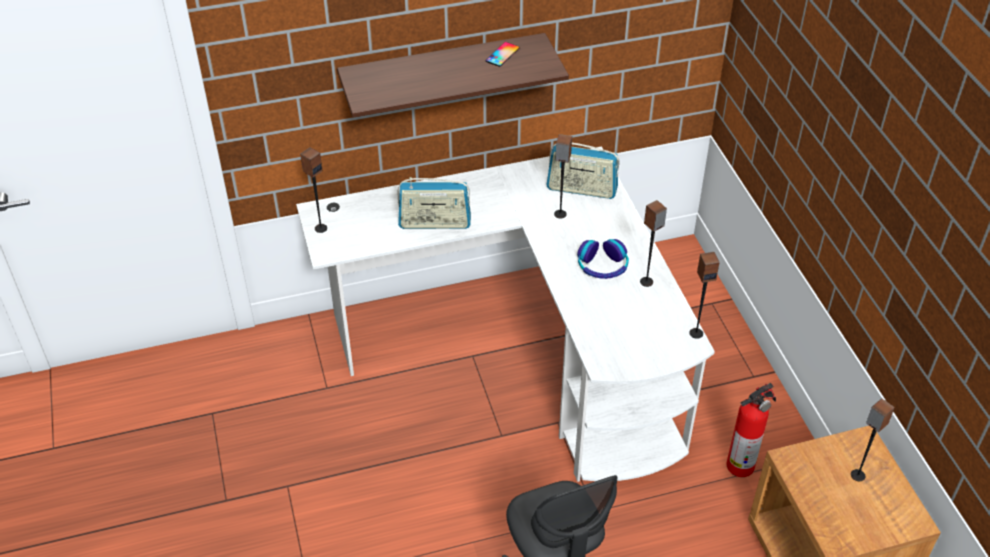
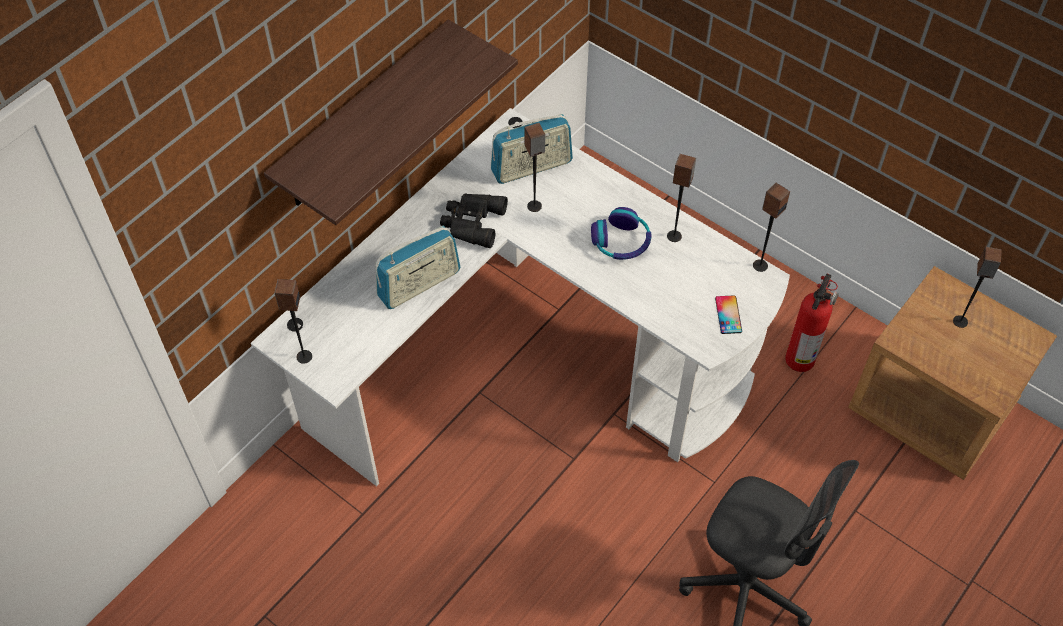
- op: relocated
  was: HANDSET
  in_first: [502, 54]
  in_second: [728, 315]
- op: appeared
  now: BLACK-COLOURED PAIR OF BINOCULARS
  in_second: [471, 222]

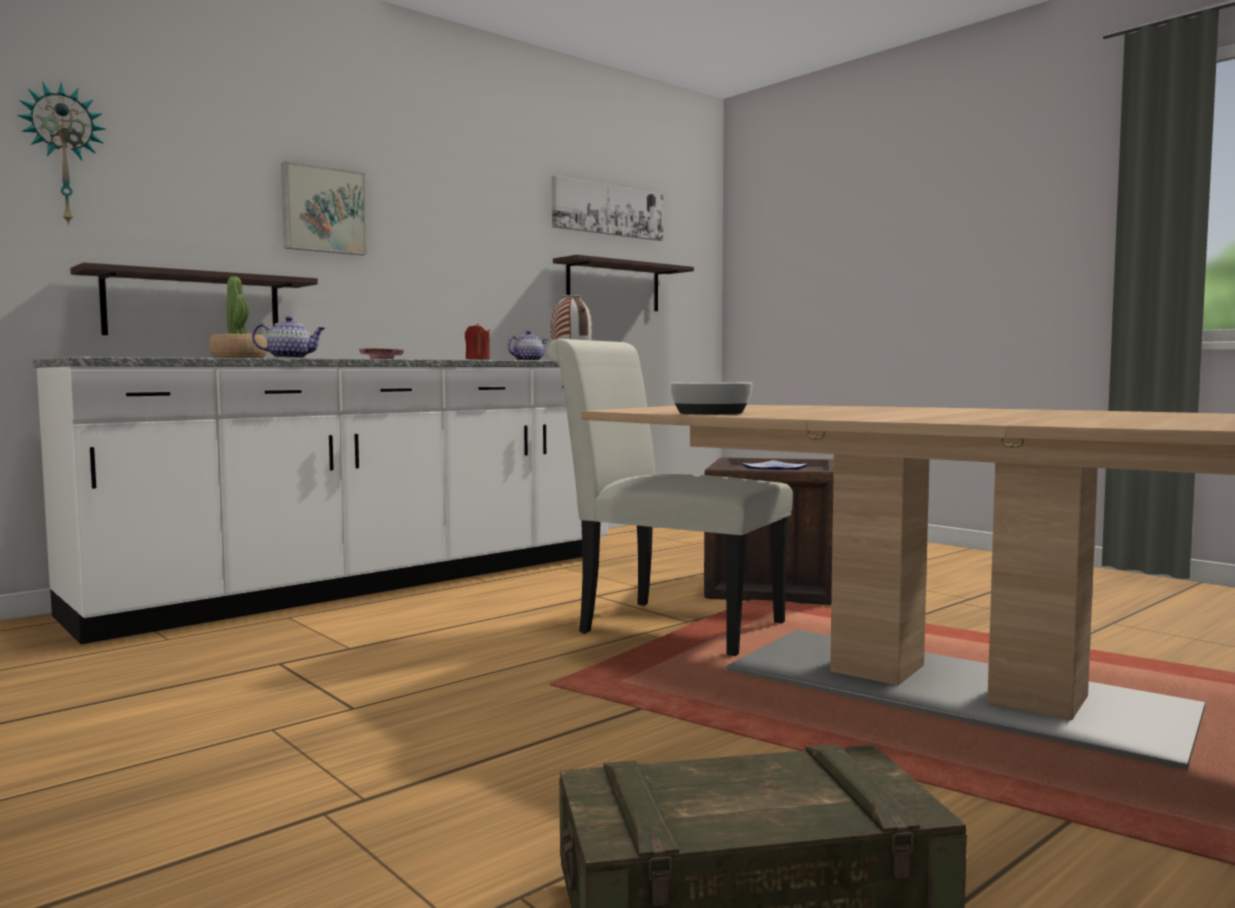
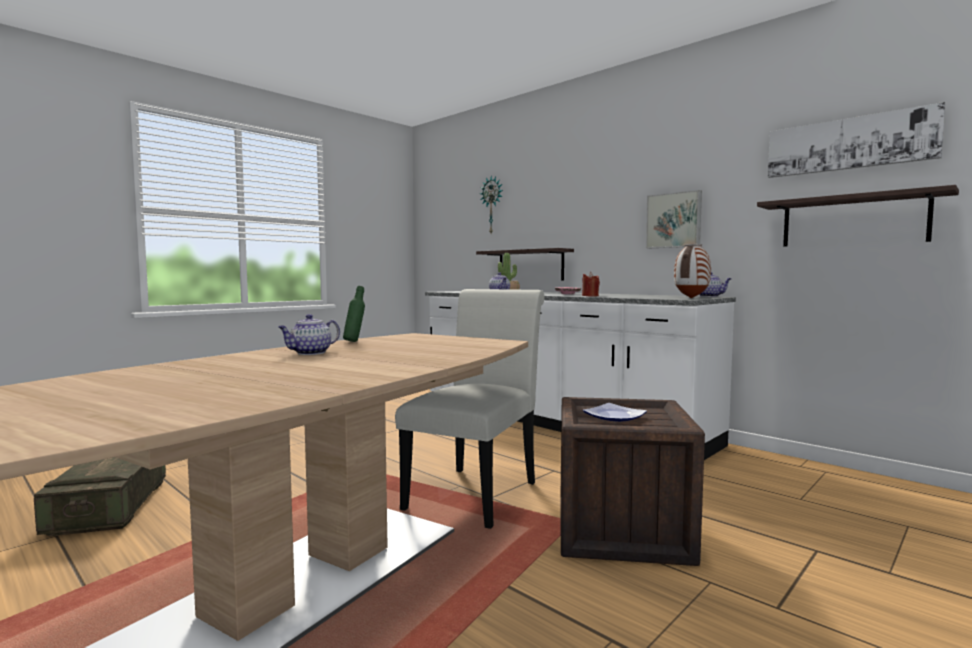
- op: relocated
  was: WALL PICTURE
  in_first: [323, 210]
  in_second: [674, 220]
- op: exchanged
  was: DEEP DISH
  now: GREEN-COLOURED BOTTLE
  in_first: [710, 413]
  in_second: [355, 341]
- op: appeared
  now: POT FOR TEA
  in_second: [310, 353]

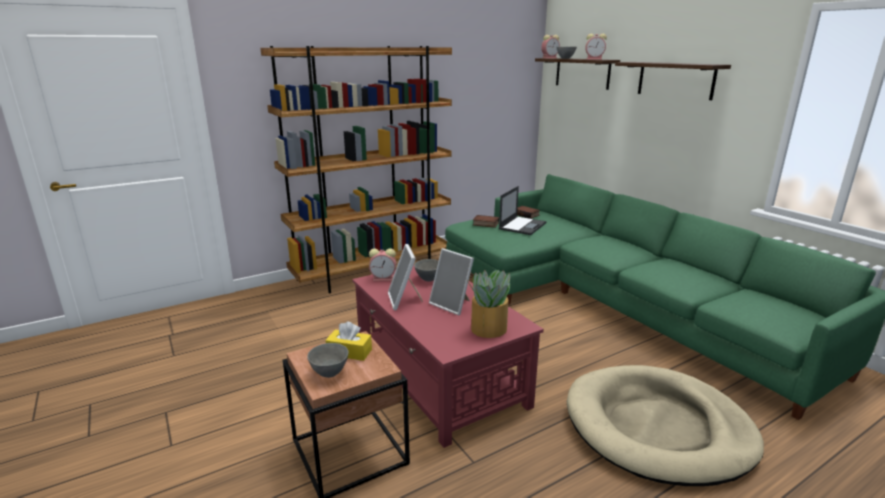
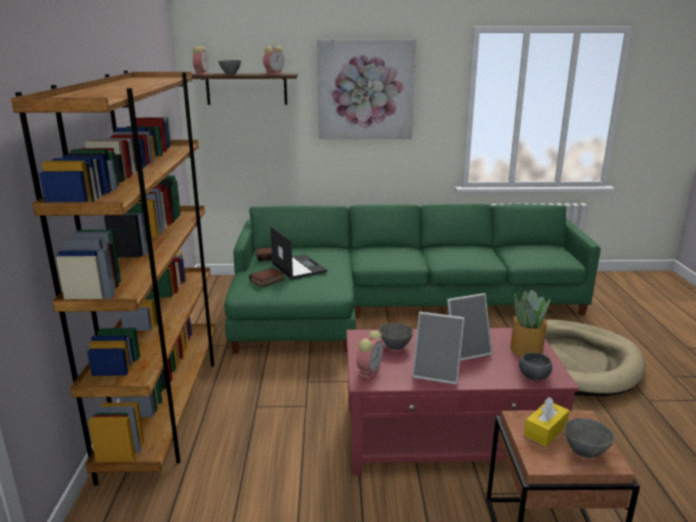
- op: exchanged
  was: BRACKET SHELF
  now: WALL PICTURE
  in_first: [675, 80]
  in_second: [365, 90]
- op: appeared
  now: GREY DEEP DISH
  in_second: [534, 377]

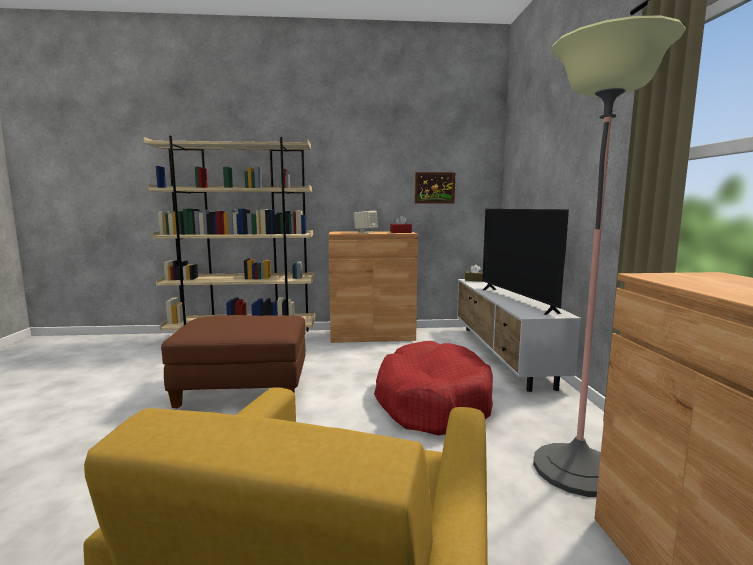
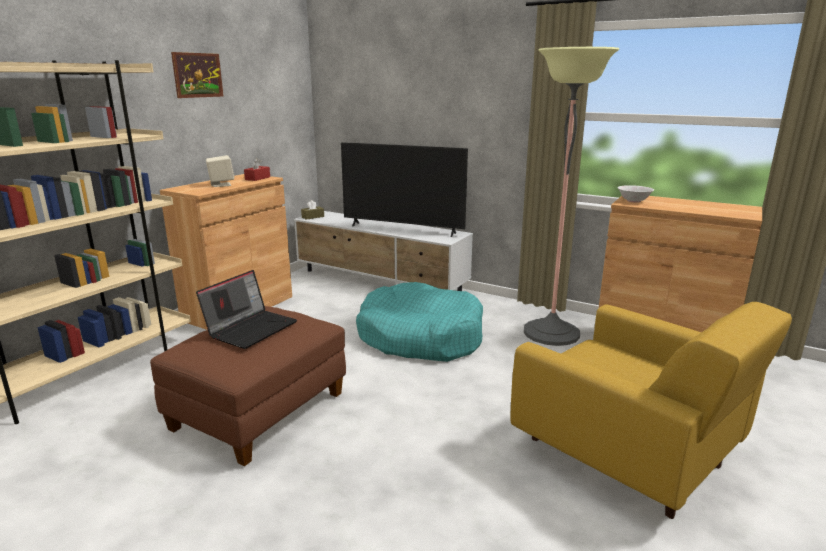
- op: colour
  was: RED DOG BED
  now: TURQUOISE-COLOURED DOG BED
  in_first: [432, 402]
  in_second: [420, 337]
- op: relocated
  was: WALL PICTURE
  in_first: [434, 188]
  in_second: [197, 75]
- op: appeared
  now: NOTEBOOK COMPUTER
  in_second: [251, 328]
- op: appeared
  now: WHITE DEEP DISH
  in_second: [633, 201]

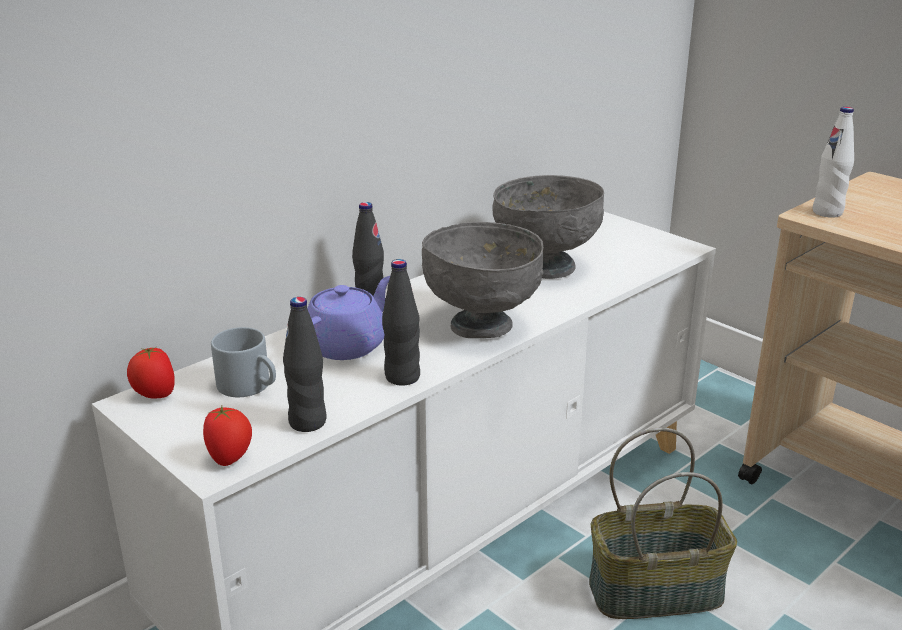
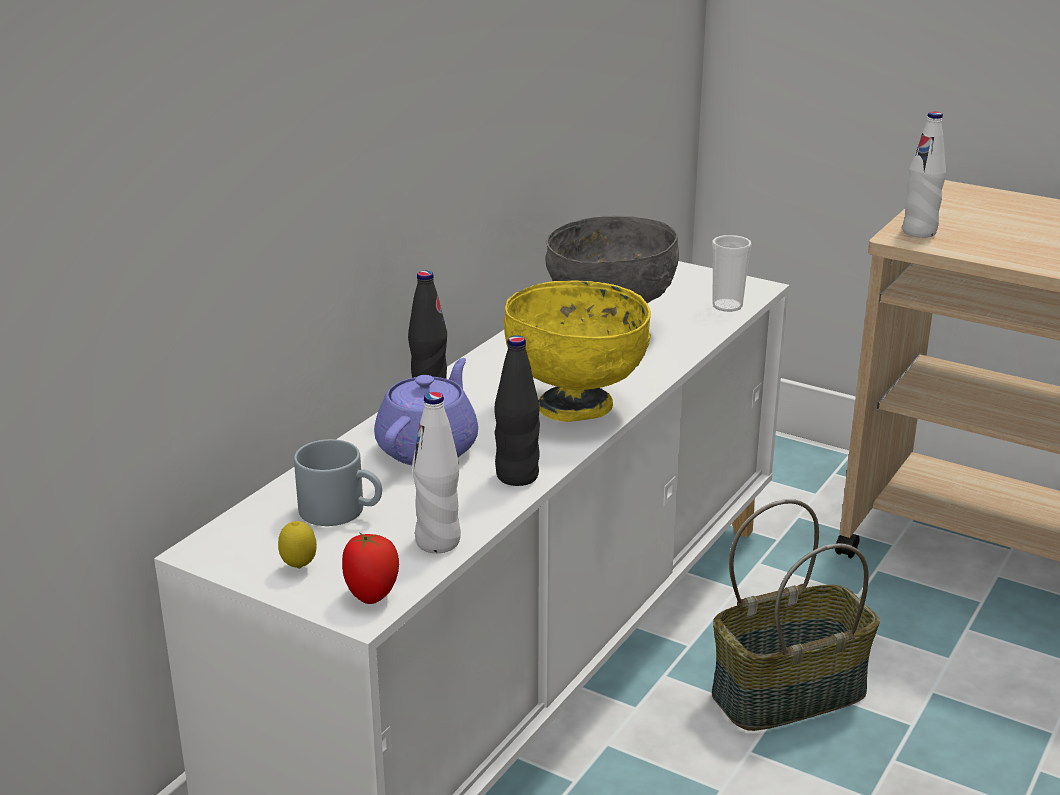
- op: missing
  was: WHOLE TOMATO
  in_first: [154, 395]
- op: colour
  was: BLACK-COLOURED BOTTLE
  now: WHITE BOTTLE
  in_first: [308, 422]
  in_second: [438, 542]
- op: colour
  was: GREY DEEP DISH
  now: YELLOW-COLOURED DEEP DISH
  in_first: [482, 327]
  in_second: [576, 407]
- op: appeared
  now: CITRUS FRUIT
  in_second: [299, 567]
- op: appeared
  now: SMALL CUP
  in_second: [727, 306]

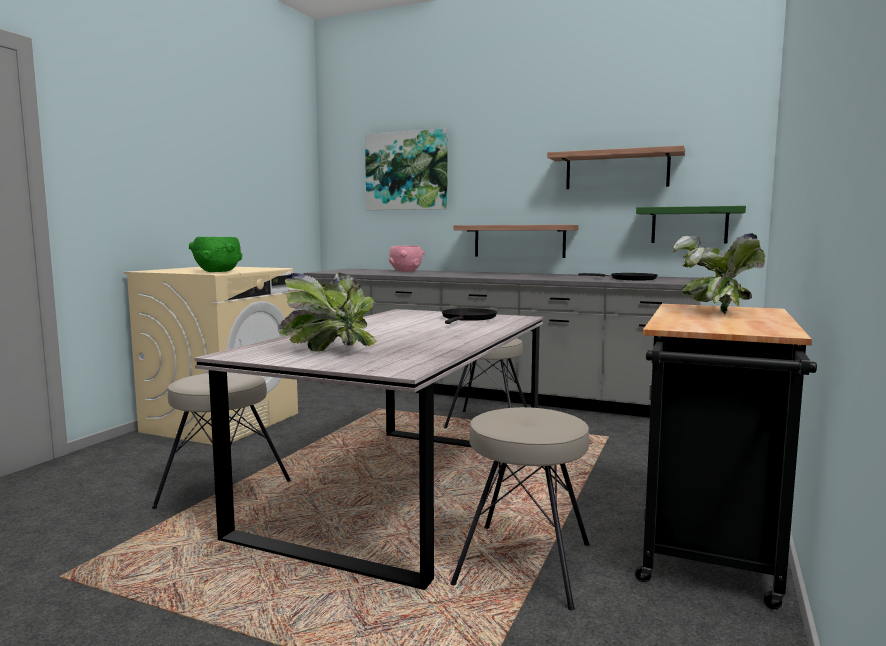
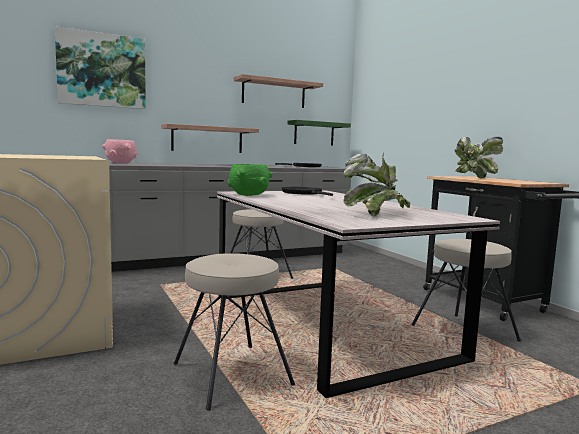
- op: relocated
  was: GREEN-COLOURED DEEP DISH
  in_first: [218, 272]
  in_second: [249, 195]

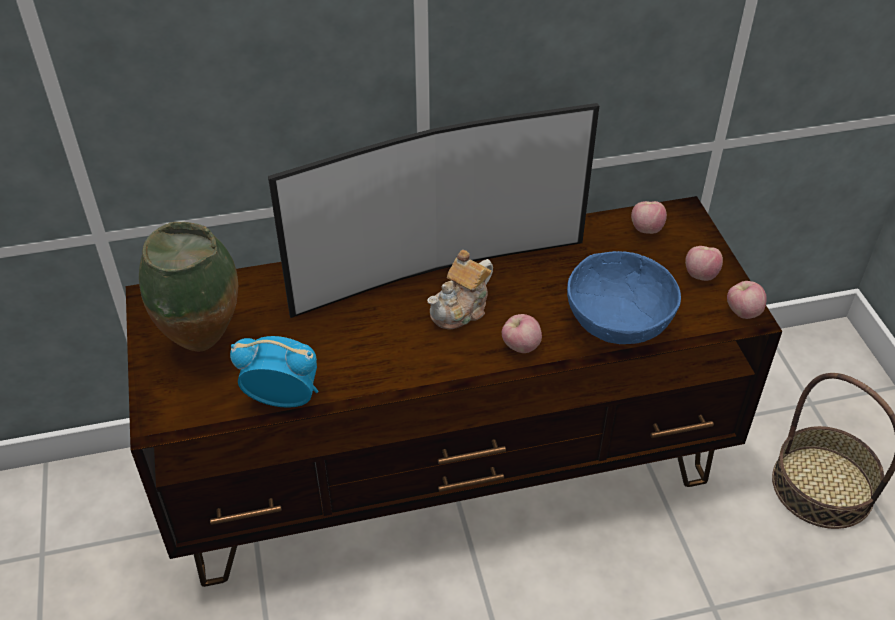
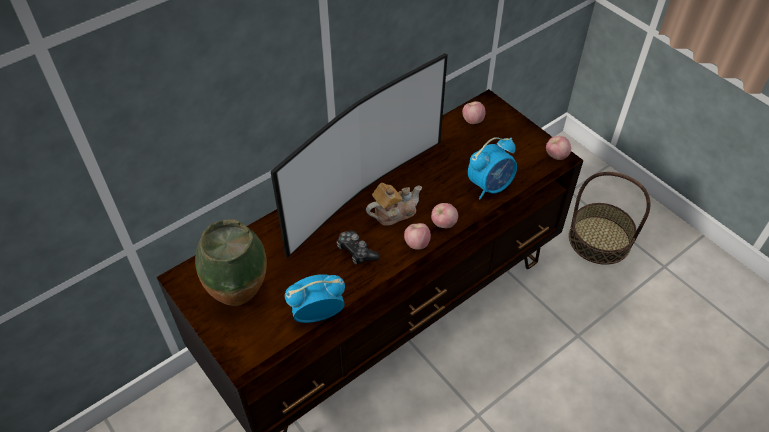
- op: spun
  was: POT FOR TEA
  in_first: [461, 309]
  in_second: [393, 212]
  clockwise: -135
- op: exchanged
  was: BLUE-COLOURED DEEP DISH
  now: ALARM CLOCK
  in_first: [618, 320]
  in_second: [490, 186]
- op: relocated
  was: APPLE FRUIT
  in_first: [700, 275]
  in_second: [416, 243]
- op: appeared
  now: GAMEPAD
  in_second: [356, 251]

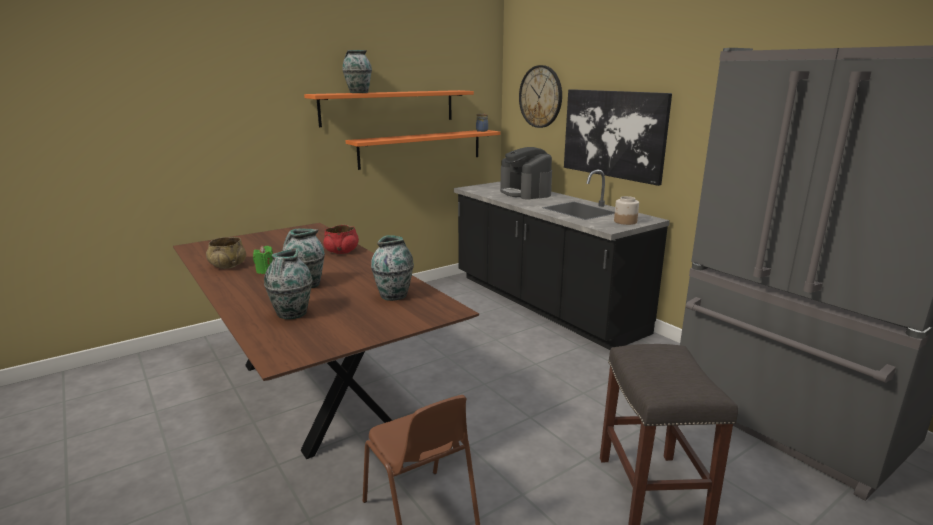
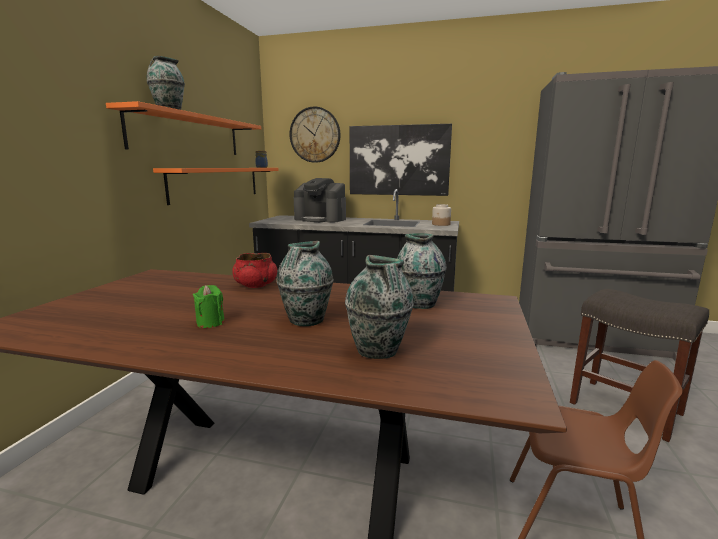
- op: missing
  was: SAND-COLOURED DEEP DISH
  in_first: [228, 265]

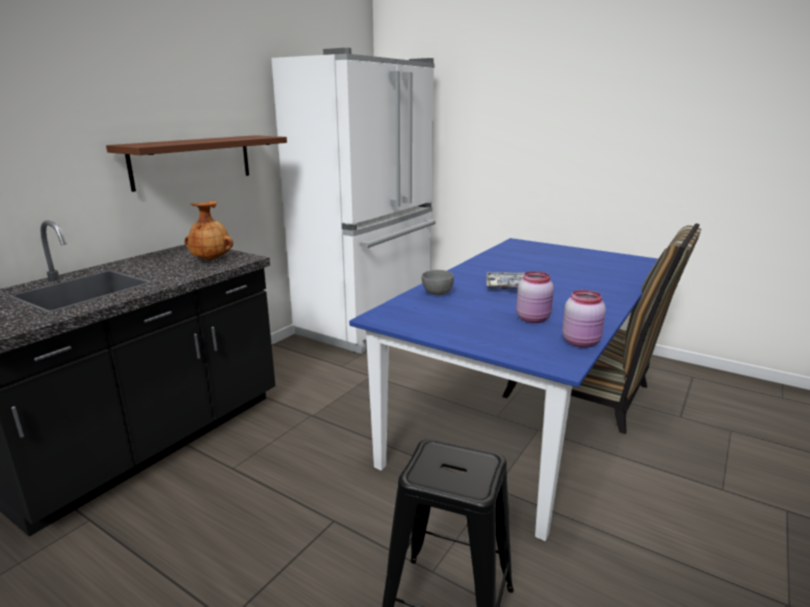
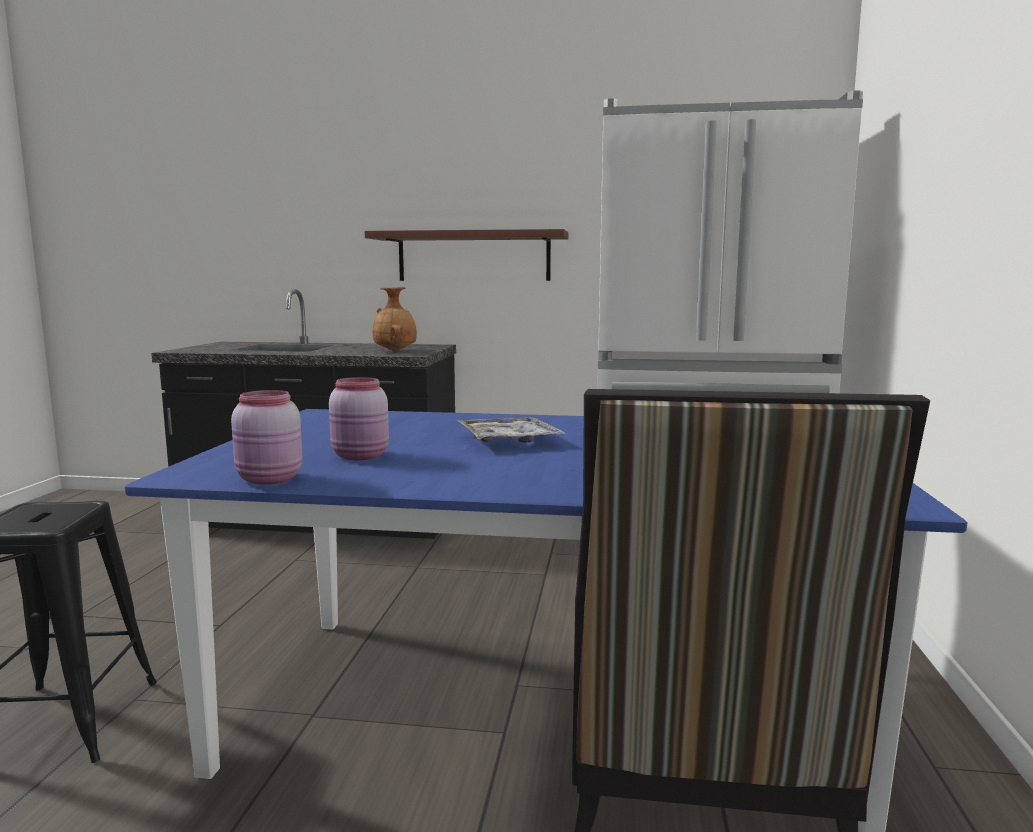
- op: missing
  was: GREY DEEP DISH
  in_first: [437, 293]

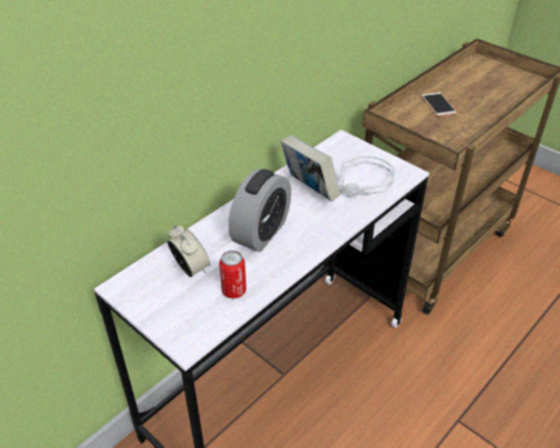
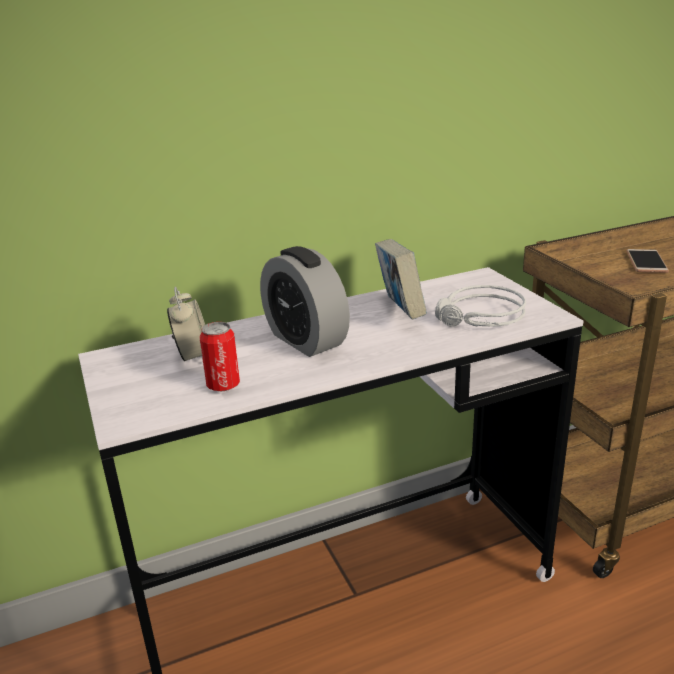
- op: spun
  was: ALARM CLOCK
  in_first: [261, 232]
  in_second: [305, 340]
  clockwise: 90

